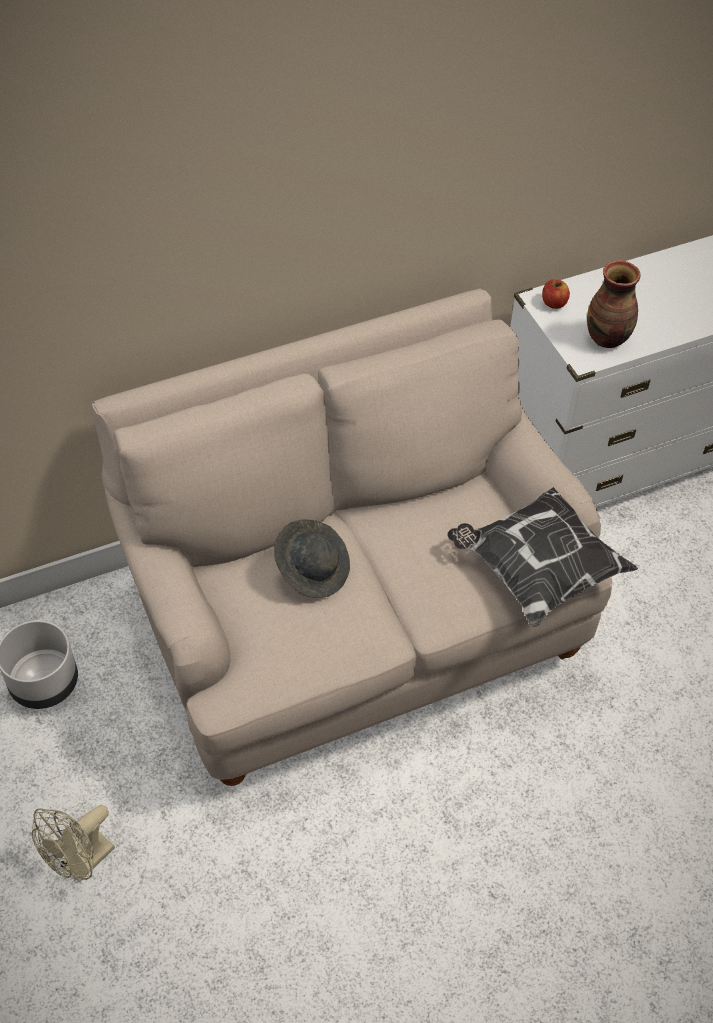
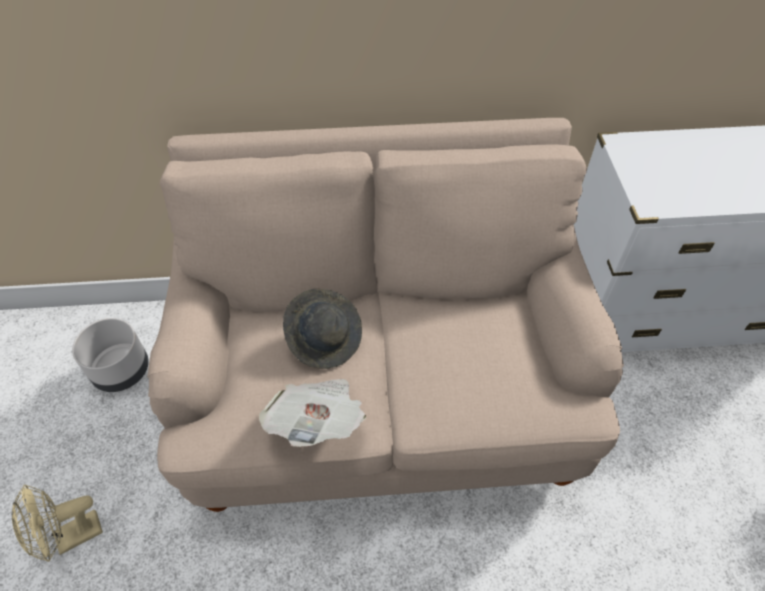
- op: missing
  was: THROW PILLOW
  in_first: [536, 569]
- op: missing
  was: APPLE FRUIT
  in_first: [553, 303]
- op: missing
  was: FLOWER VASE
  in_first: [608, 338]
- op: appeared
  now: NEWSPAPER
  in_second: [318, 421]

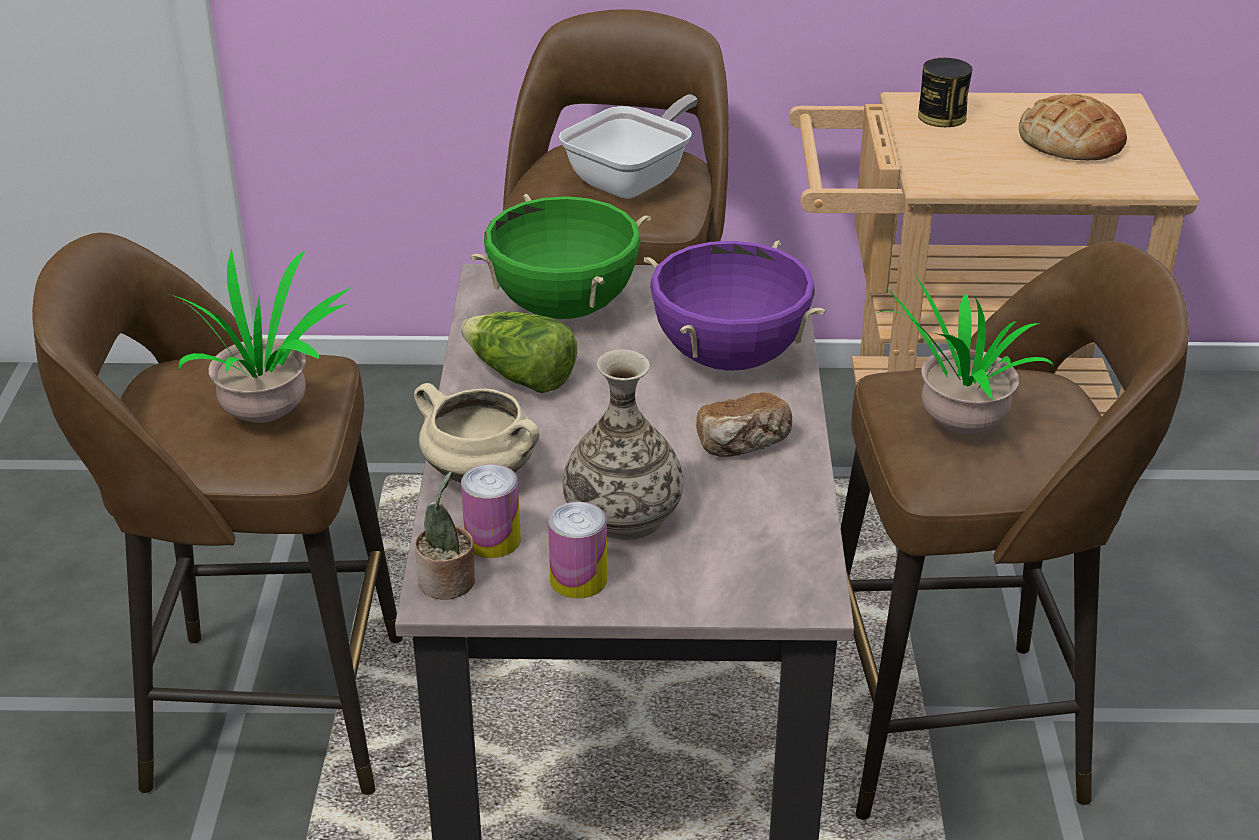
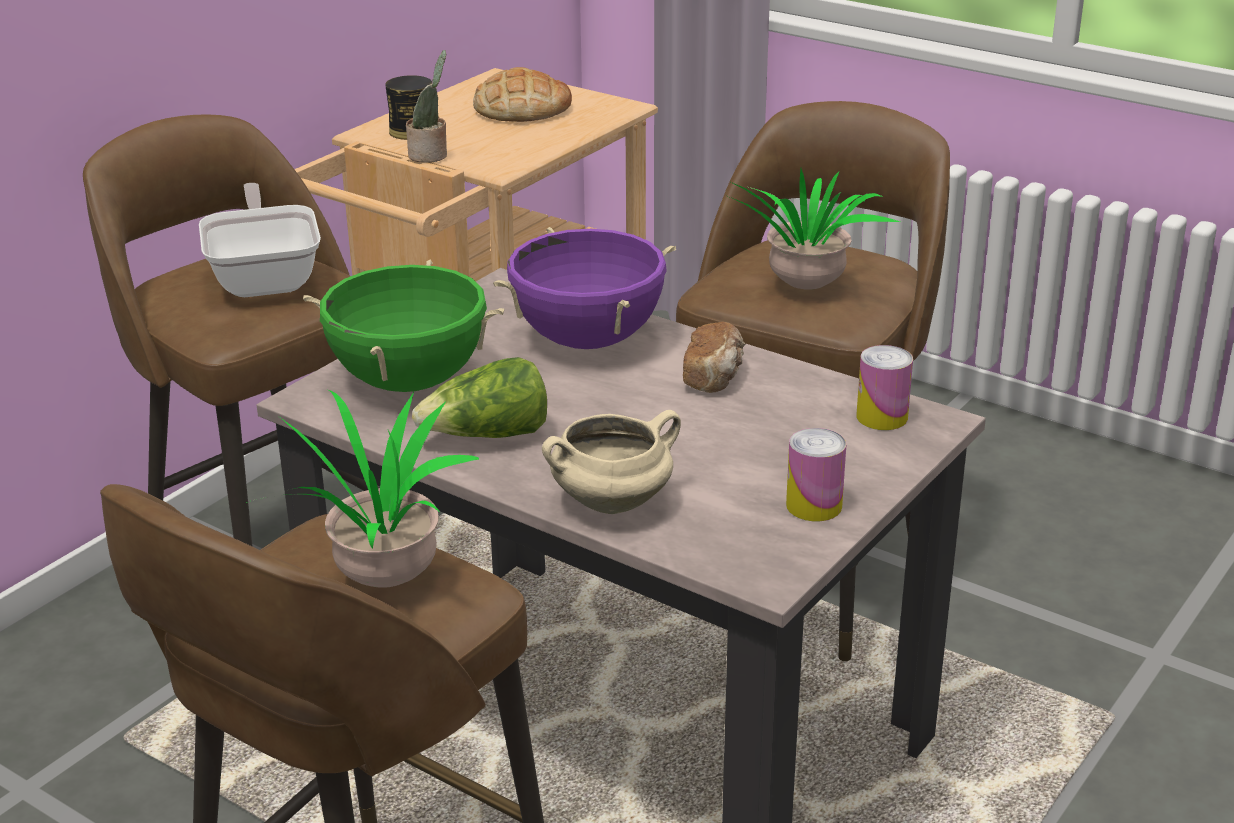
- op: relocated
  was: HOUSEPLANT
  in_first: [448, 584]
  in_second: [430, 156]
- op: relocated
  was: CAN
  in_first: [492, 540]
  in_second: [882, 417]
- op: missing
  was: FLOWER VASE
  in_first: [624, 515]

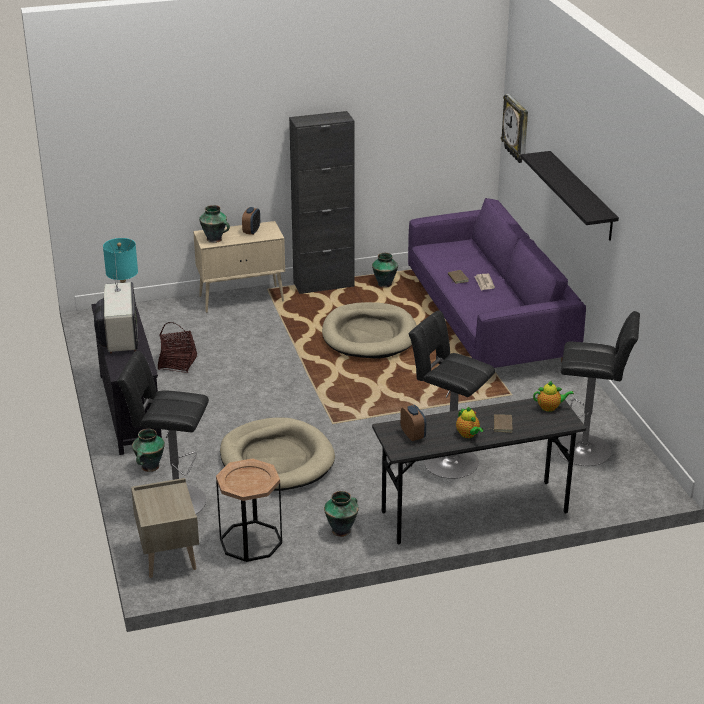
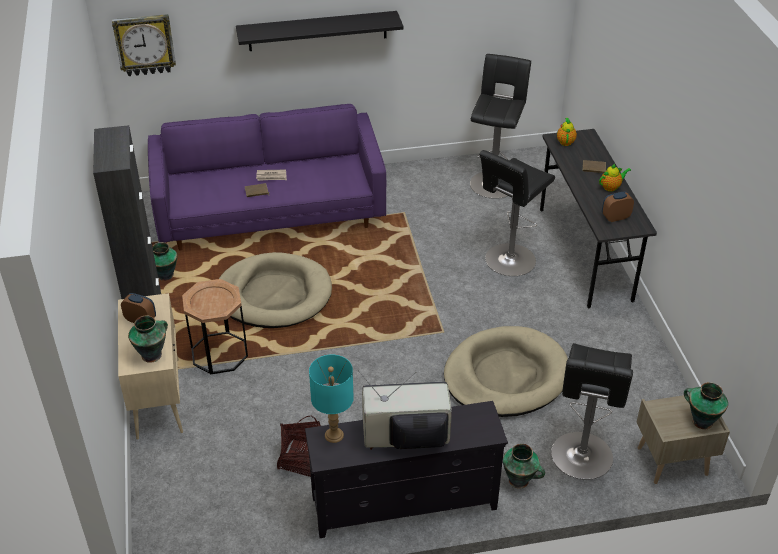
- op: relocated
  was: BROWN END TABLE
  in_first: [251, 541]
  in_second: [219, 353]
- op: relocated
  was: FLOWER VASE
  in_first: [342, 530]
  in_second: [701, 421]

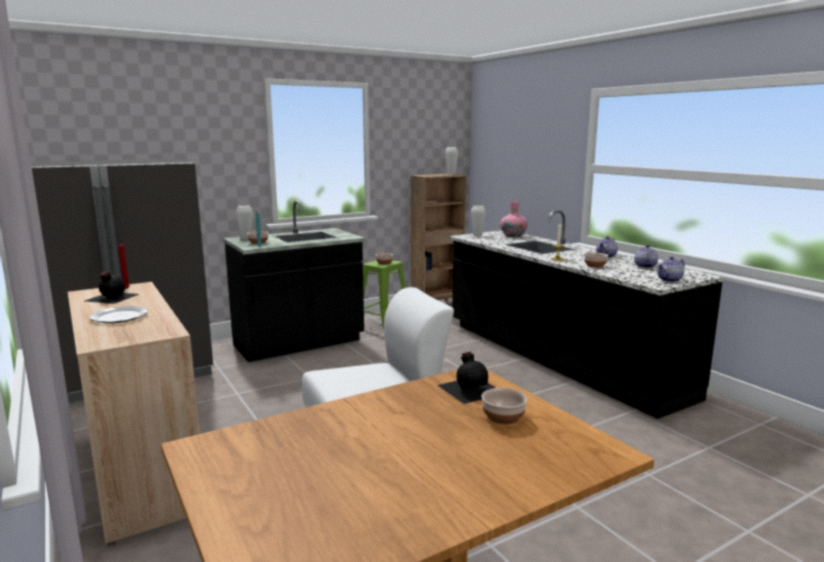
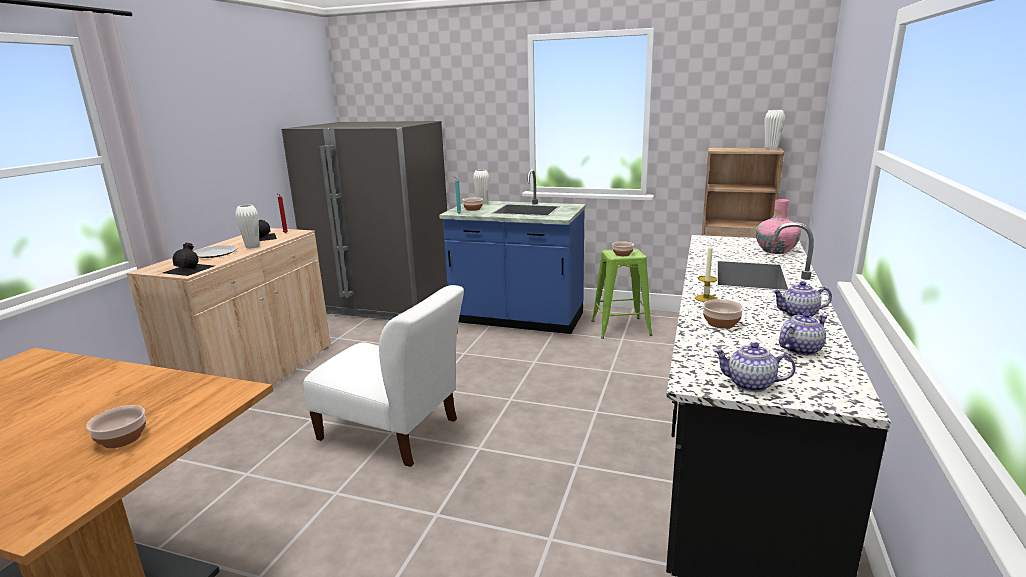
- op: colour
  was: BLACK-COLOURED KITCHEN BASE UNIT
  now: BLUE-COLOURED KITCHEN BASE UNIT
  in_first: [299, 344]
  in_second: [517, 320]
- op: relocated
  was: BLACK-COLOURED BOTTLE
  in_first: [470, 388]
  in_second: [190, 269]
- op: relocated
  was: WHITE FLOWER VASE
  in_first: [477, 235]
  in_second: [252, 247]

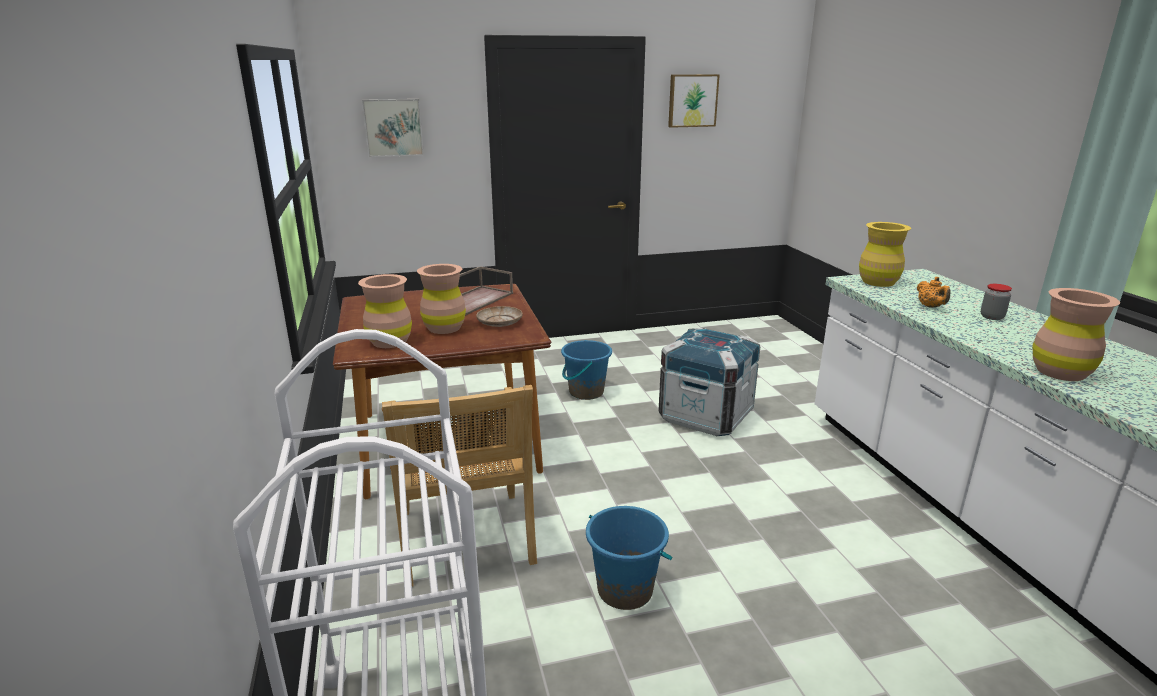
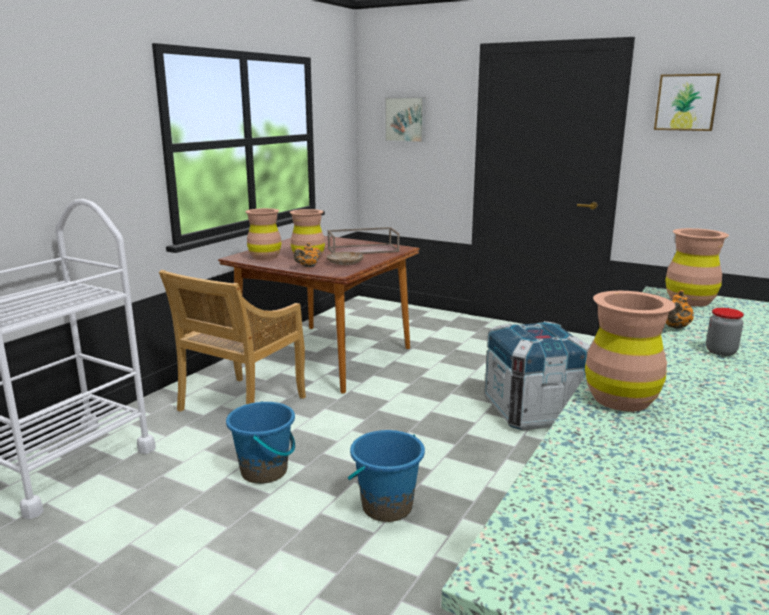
- op: relocated
  was: BLUE-COLOURED PAIL
  in_first: [586, 392]
  in_second: [386, 507]
- op: colour
  was: YELLOW-COLOURED FLOWER VASE
  now: BROWN FLOWER VASE
  in_first: [878, 282]
  in_second: [689, 301]
- op: appeared
  now: ORANGE-COLOURED POT FOR TEA
  in_second: [308, 266]

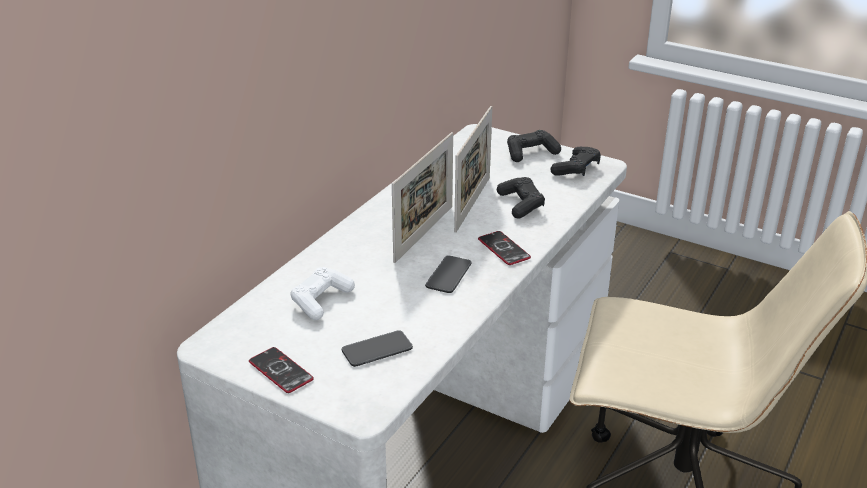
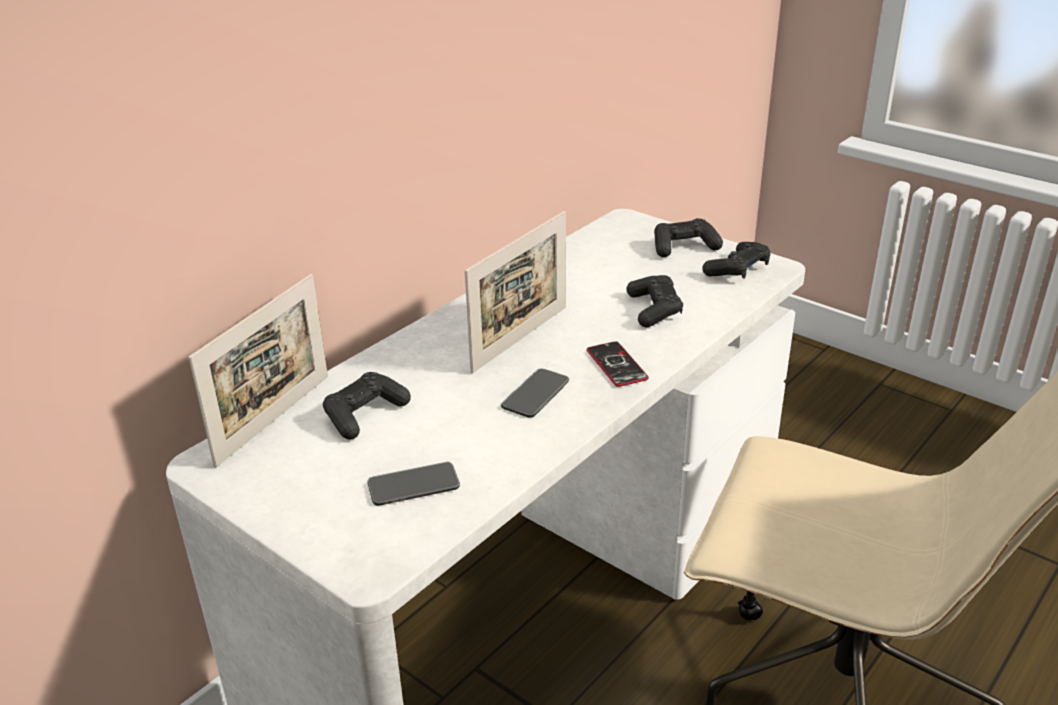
- op: missing
  was: HANDSET
  in_first: [281, 371]
- op: colour
  was: WHITE GAMEPAD
  now: BLACK-COLOURED GAMEPAD
  in_first: [321, 300]
  in_second: [365, 414]
- op: relocated
  was: STANDING FRAME
  in_first: [472, 204]
  in_second: [274, 419]

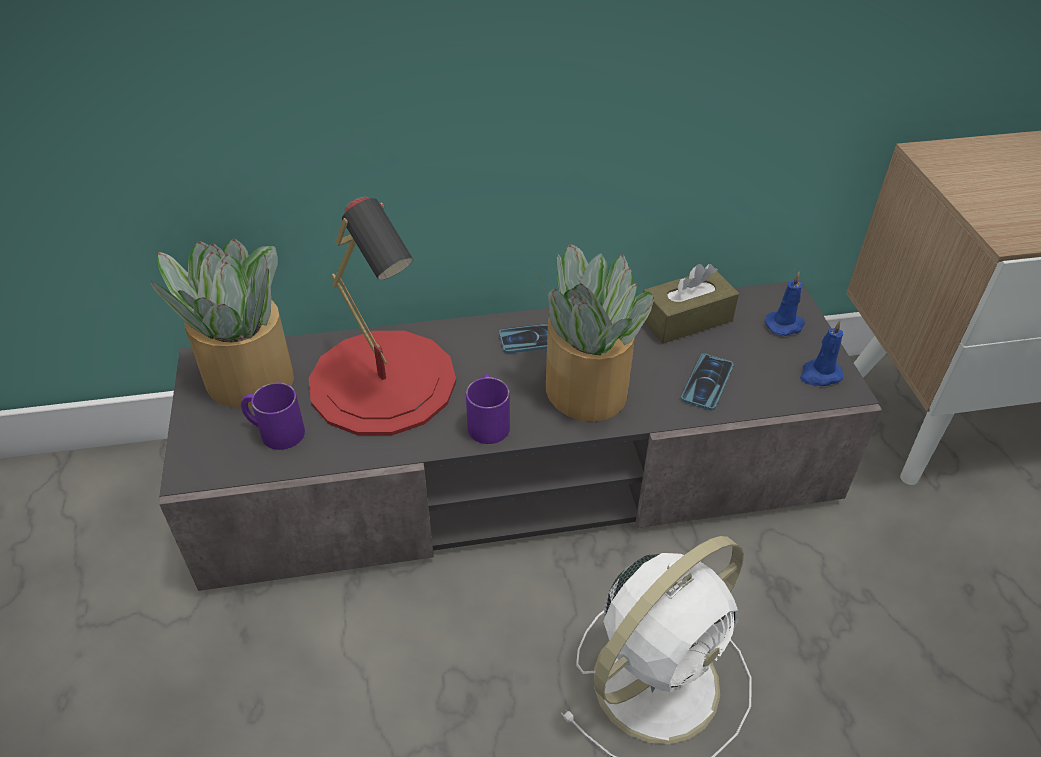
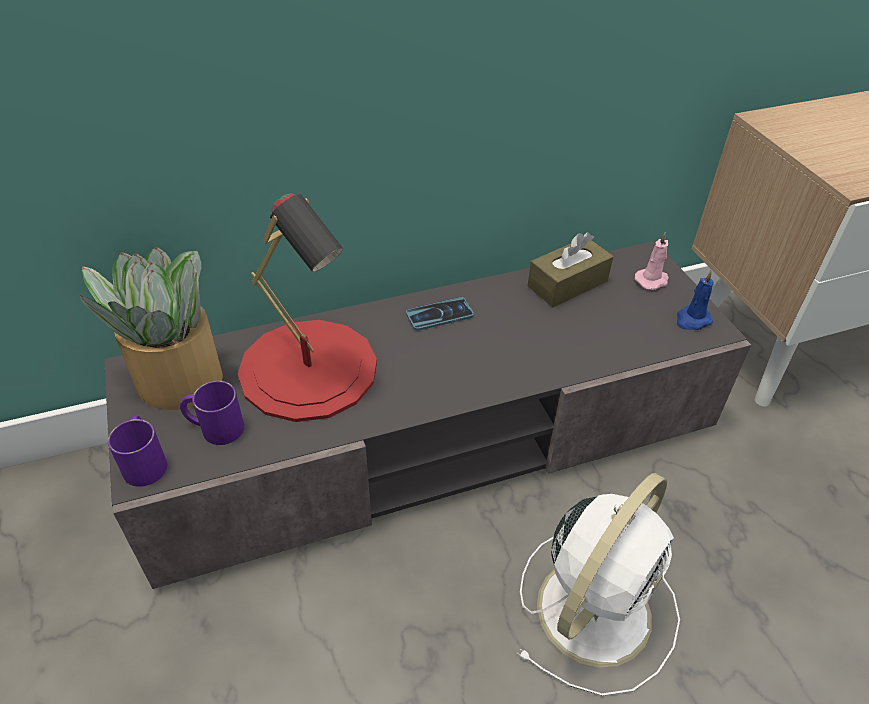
- op: relocated
  was: PURPLE MUG
  in_first: [488, 421]
  in_second: [145, 461]
- op: missing
  was: HOUSEPLANT
  in_first: [586, 391]
- op: missing
  was: HANDSET
  in_first: [707, 382]
- op: colour
  was: BLUE-COLOURED CANDLE
  now: PINK-COLOURED CANDLE
  in_first: [785, 325]
  in_second: [652, 280]

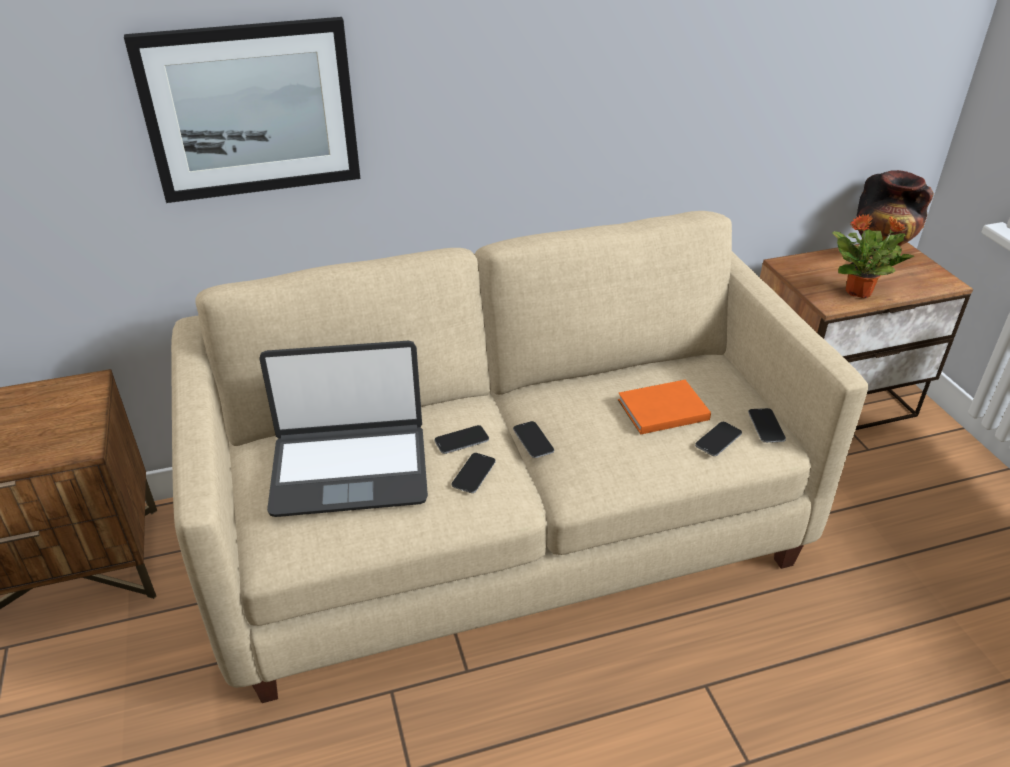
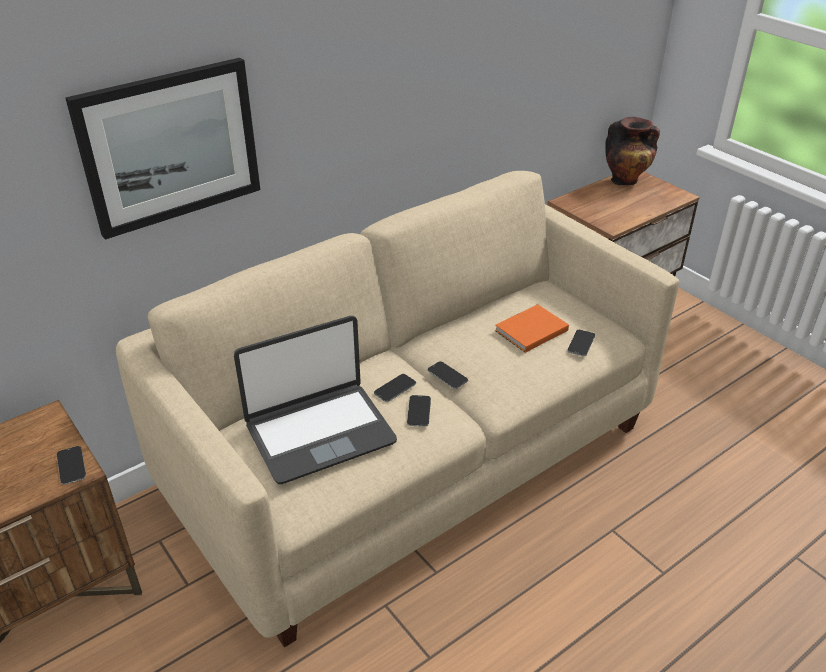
- op: relocated
  was: HANDSET
  in_first: [766, 426]
  in_second: [71, 466]
- op: missing
  was: HOUSEPLANT
  in_first: [859, 292]

